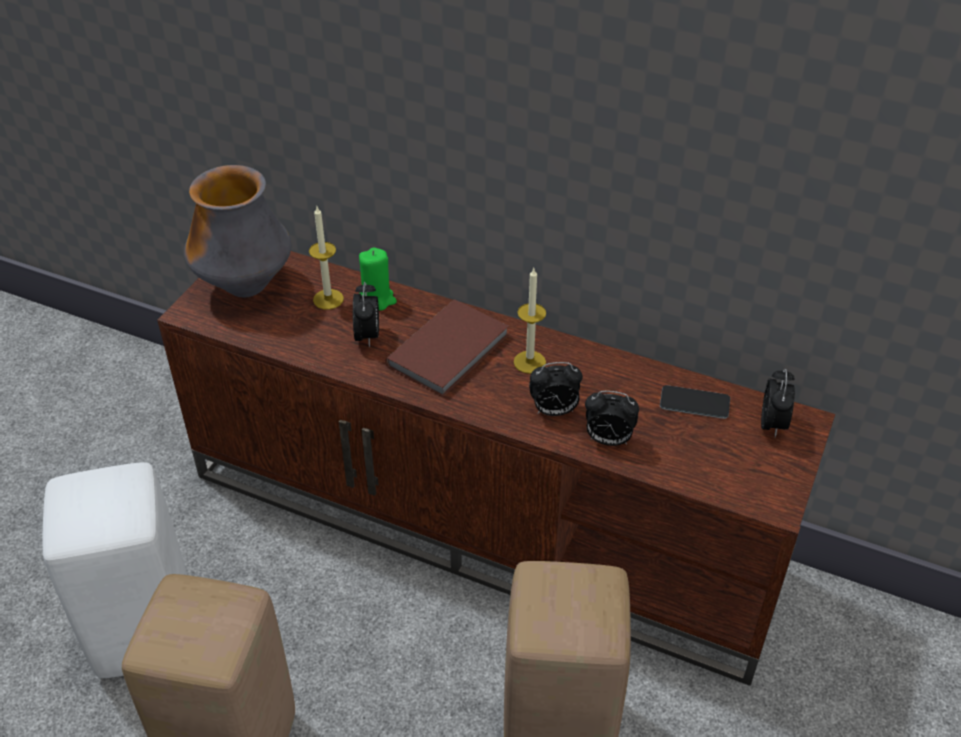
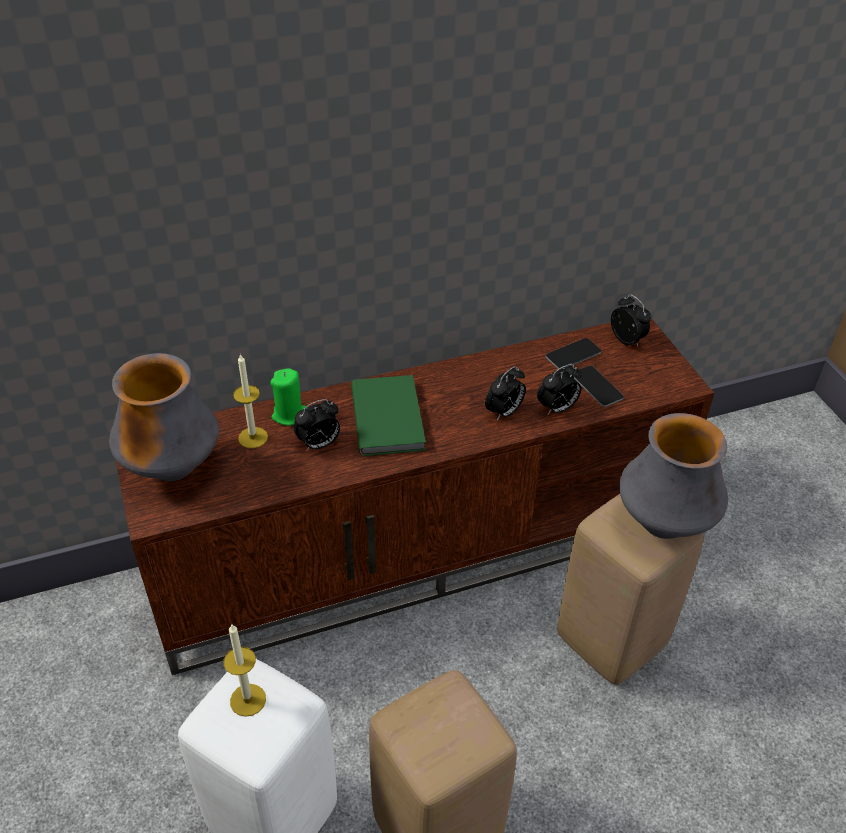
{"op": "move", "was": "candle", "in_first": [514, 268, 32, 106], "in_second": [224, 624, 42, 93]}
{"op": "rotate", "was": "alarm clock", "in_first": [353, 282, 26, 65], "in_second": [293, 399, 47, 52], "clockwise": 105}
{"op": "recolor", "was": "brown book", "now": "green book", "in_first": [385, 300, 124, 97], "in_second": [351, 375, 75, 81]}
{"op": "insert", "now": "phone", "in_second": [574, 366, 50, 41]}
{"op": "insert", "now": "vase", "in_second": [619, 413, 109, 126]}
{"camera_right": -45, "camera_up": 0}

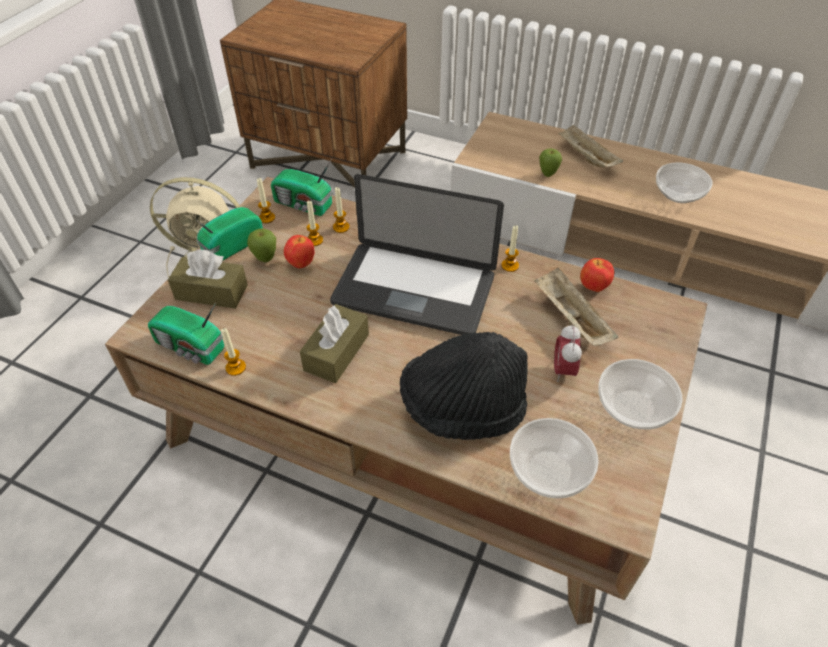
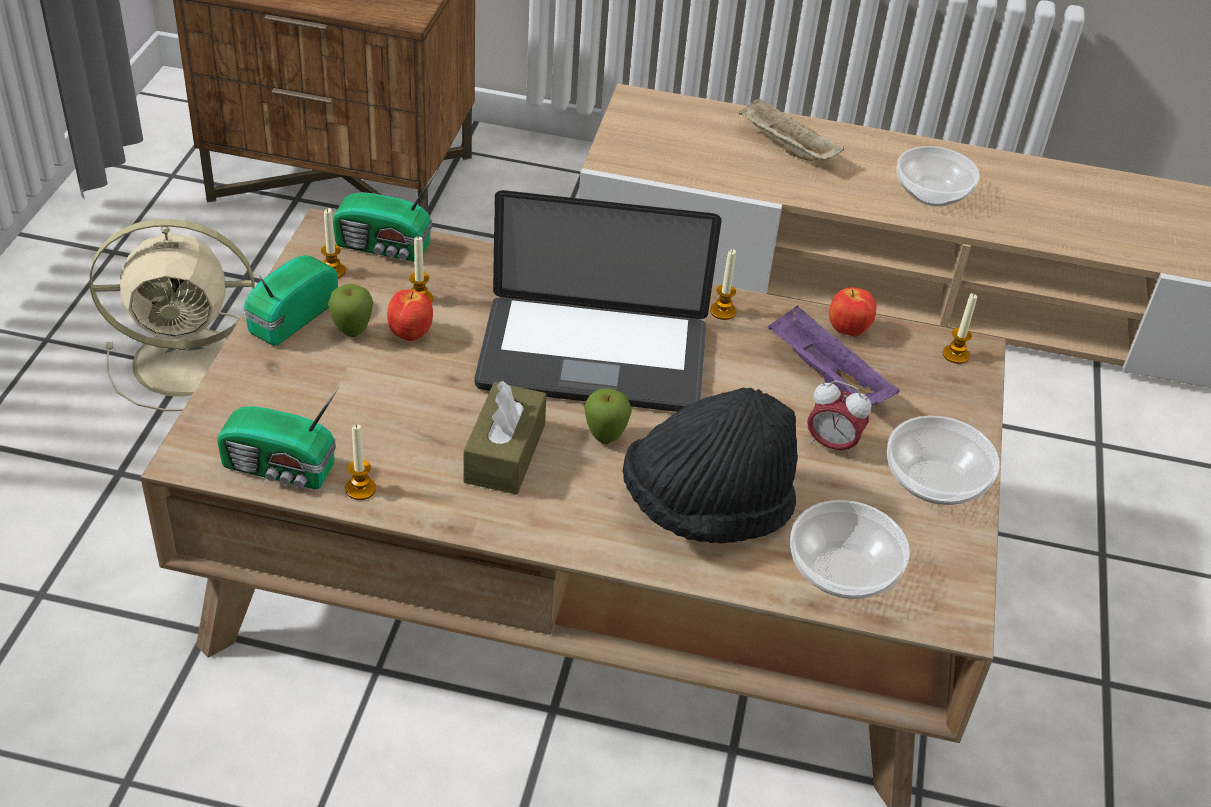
{"op": "move", "was": "apple", "in_first": [539, 148, 23, 29], "in_second": [584, 389, 48, 55]}
{"op": "move", "was": "candle", "in_first": [333, 187, 17, 46], "in_second": [943, 293, 34, 71]}
{"op": "delete", "was": "brown tissue box", "in_first": [168, 249, 80, 60]}
{"op": "recolor", "was": "beige tray", "now": "purple tray", "in_first": [534, 267, 84, 79], "in_second": [767, 305, 132, 100]}
{"op": "rotate", "was": "alarm clock", "in_first": [554, 324, 28, 58], "in_second": [807, 380, 64, 78], "clockwise": -60}
{"camera_right": -15, "camera_up": -5}

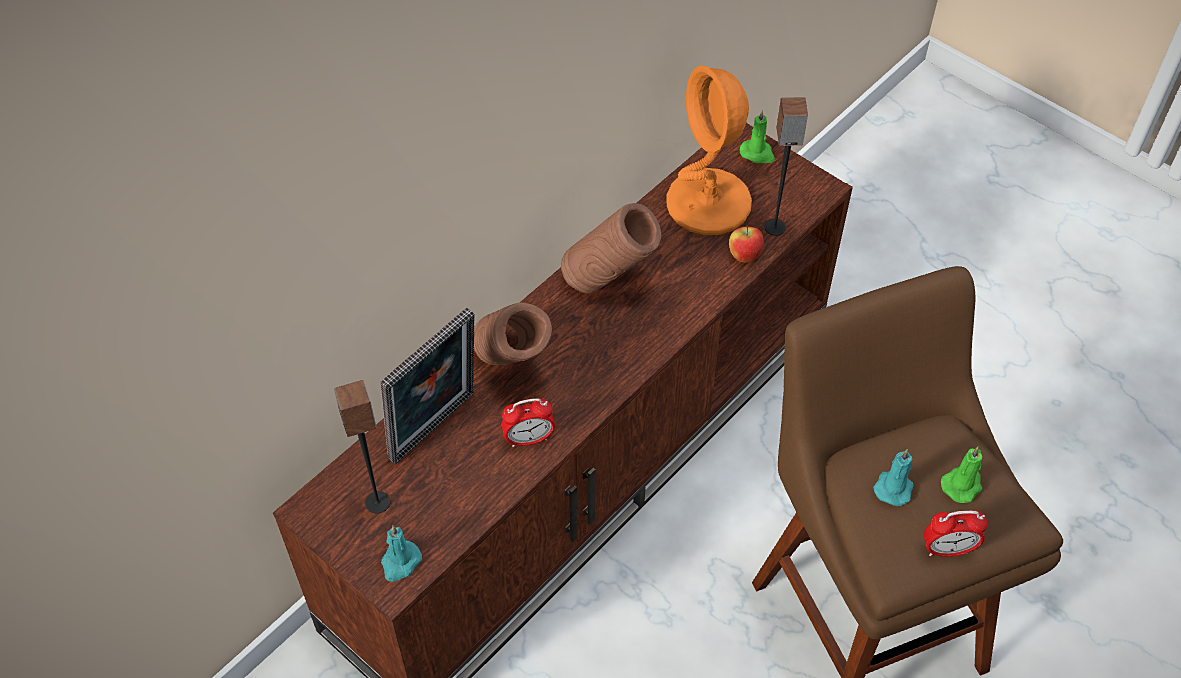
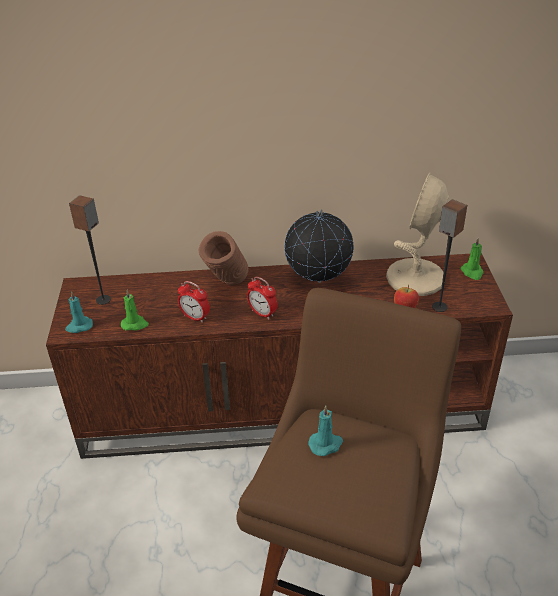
{"op": "recolor", "was": "orange table lamp", "now": "beige table lamp", "in_first": [666, 65, 86, 170], "in_second": [386, 173, 63, 123]}
{"op": "replace", "was": "brown vase", "now": "globe", "in_first": [561, 203, 100, 91], "in_second": [284, 209, 70, 74]}
{"op": "delete", "was": "picture frame", "in_first": [380, 308, 95, 156]}
{"op": "move", "was": "green candle", "in_first": [941, 447, 42, 56], "in_second": [121, 290, 28, 41]}
{"op": "move", "was": "alarm clock", "in_first": [924, 510, 64, 47], "in_second": [247, 277, 30, 43]}
{"camera_right": 45, "camera_up": -15}

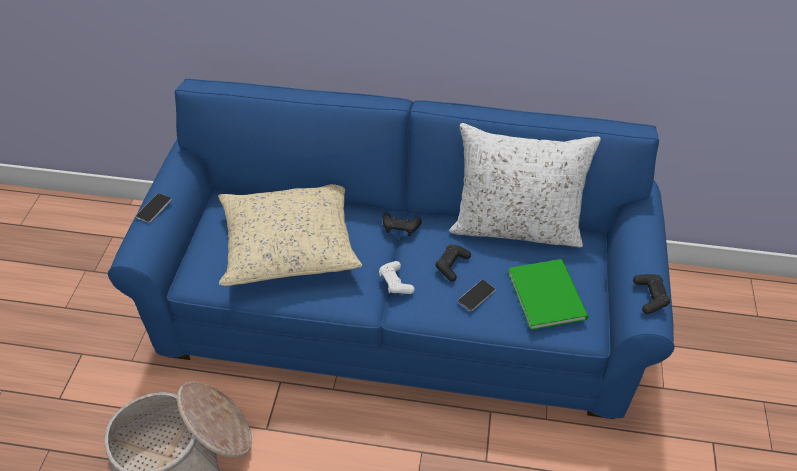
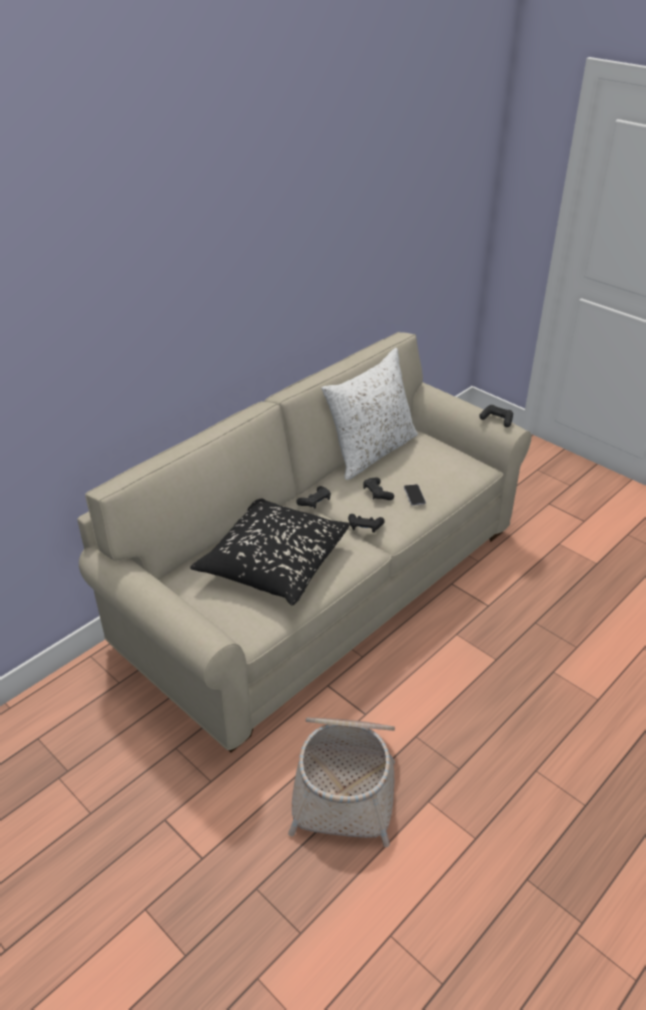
{"op": "recolor", "was": "blue sofa", "now": "beige sofa", "in_first": [108, 79, 567, 340], "in_second": [77, 332, 455, 420]}
{"op": "recolor", "was": "beige pillow", "now": "black pillow", "in_first": [218, 184, 144, 102], "in_second": [190, 498, 160, 107]}
{"op": "delete", "was": "phone", "in_first": [136, 193, 36, 30]}
{"op": "delete", "was": "green book", "in_first": [508, 259, 81, 71]}
{"op": "recolor", "was": "white game controller", "now": "black game controller", "in_first": [379, 261, 36, 33], "in_second": [348, 514, 37, 19]}
{"camera_right": -55, "camera_up": -10}

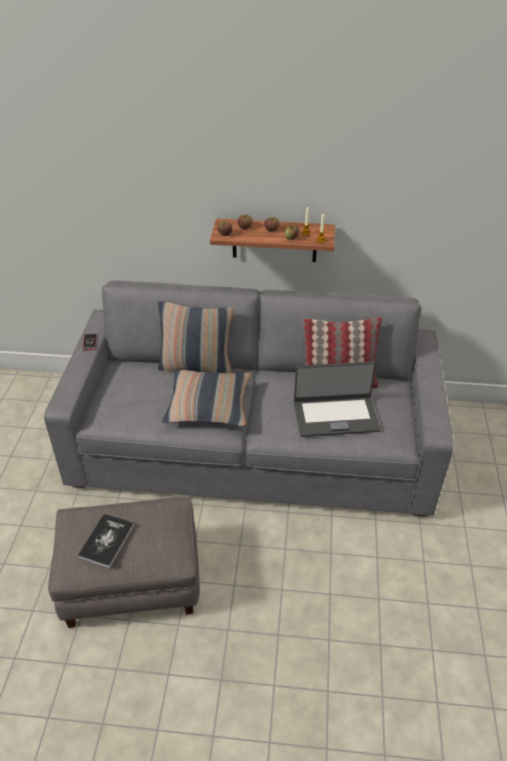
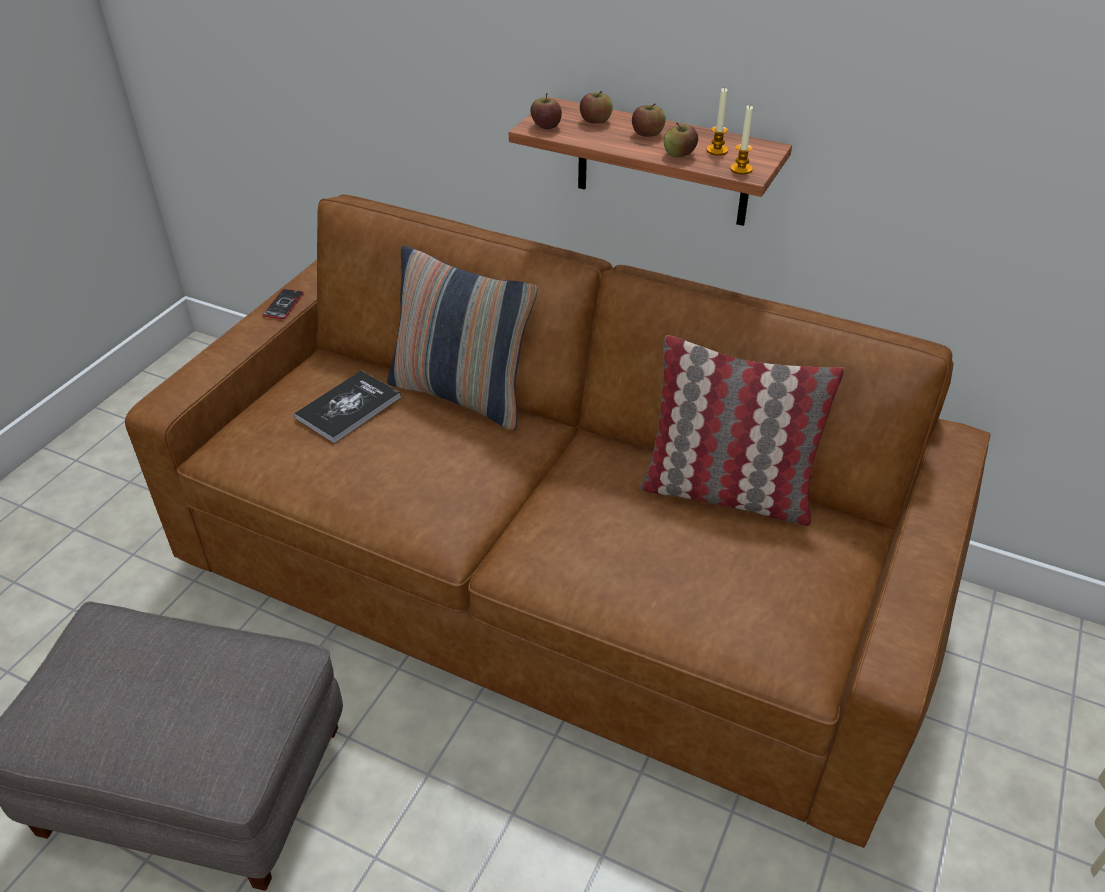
{"op": "recolor", "was": "grey sofa", "now": "brown sofa", "in_first": [44, 281, 410, 235], "in_second": [125, 194, 865, 654]}
{"op": "delete", "was": "laptop", "in_first": [294, 361, 87, 76]}
{"op": "delete", "was": "pillow", "in_first": [162, 369, 89, 58]}
{"op": "move", "was": "book", "in_first": [78, 514, 57, 54], "in_second": [294, 371, 107, 72]}
{"camera_right": 20, "camera_up": 0}

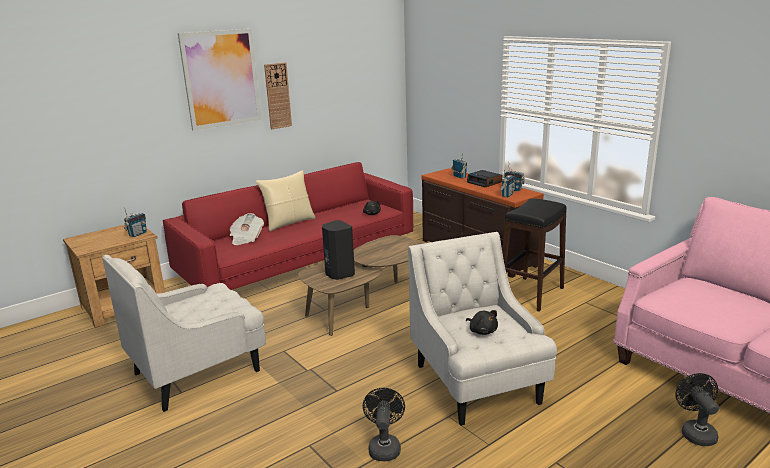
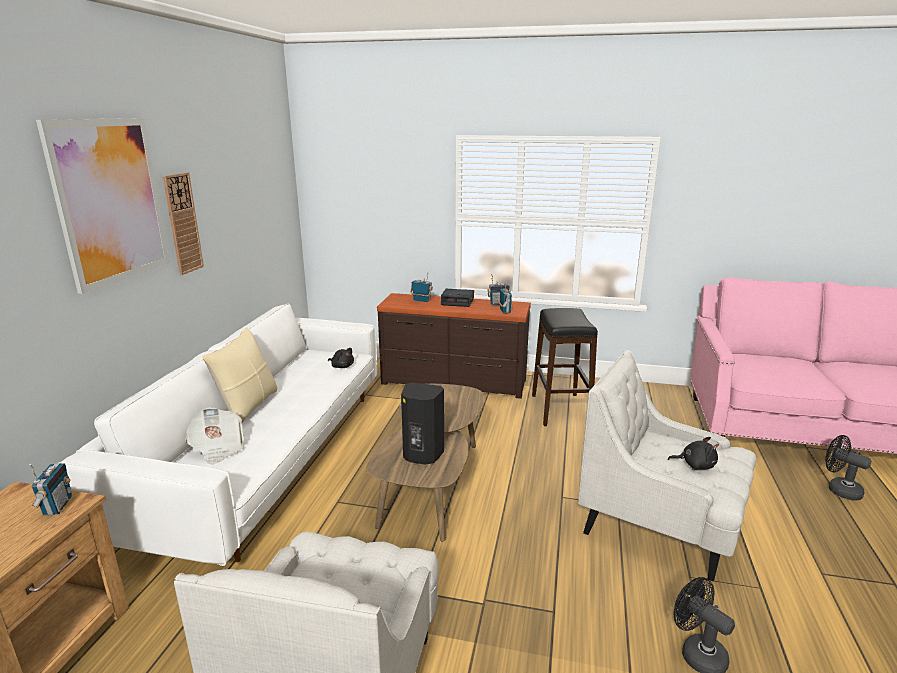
{"op": "recolor", "was": "red sofa", "now": "white sofa", "in_first": [163, 162, 250, 128], "in_second": [59, 304, 318, 262]}
{"camera_right": -40, "camera_up": 0}

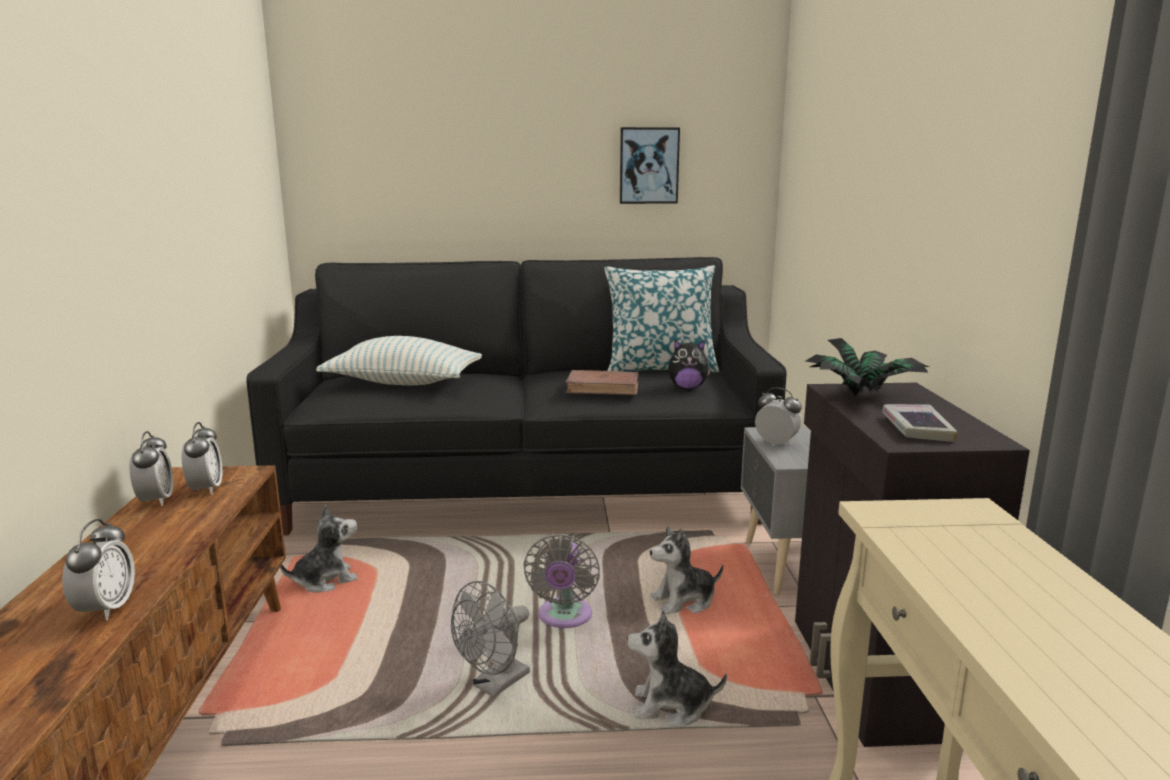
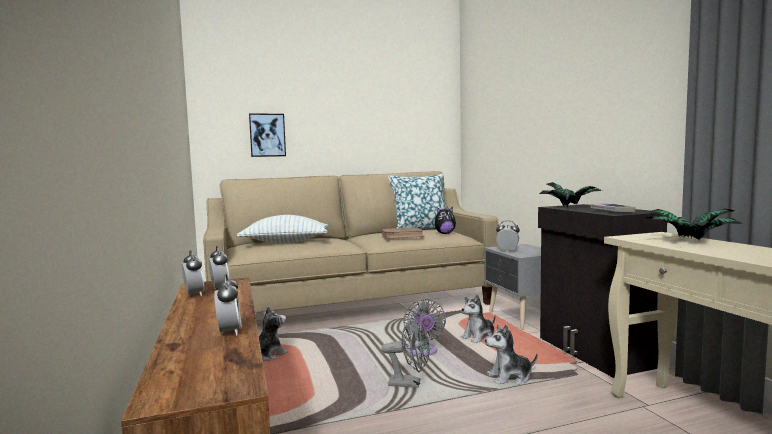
{"op": "move", "was": "picture", "in_first": [620, 127, 60, 77], "in_second": [249, 113, 37, 44]}
{"op": "recolor", "was": "black sofa", "now": "beige sofa", "in_first": [246, 257, 541, 278], "in_second": [203, 171, 295, 142]}
{"op": "rotate", "was": "grey fan", "in_first": [451, 581, 79, 116], "in_second": [381, 318, 49, 70], "clockwise": -105}
{"op": "insert", "now": "potted plant", "in_second": [647, 208, 95, 32]}
{"camera_right": -15, "camera_up": -10}

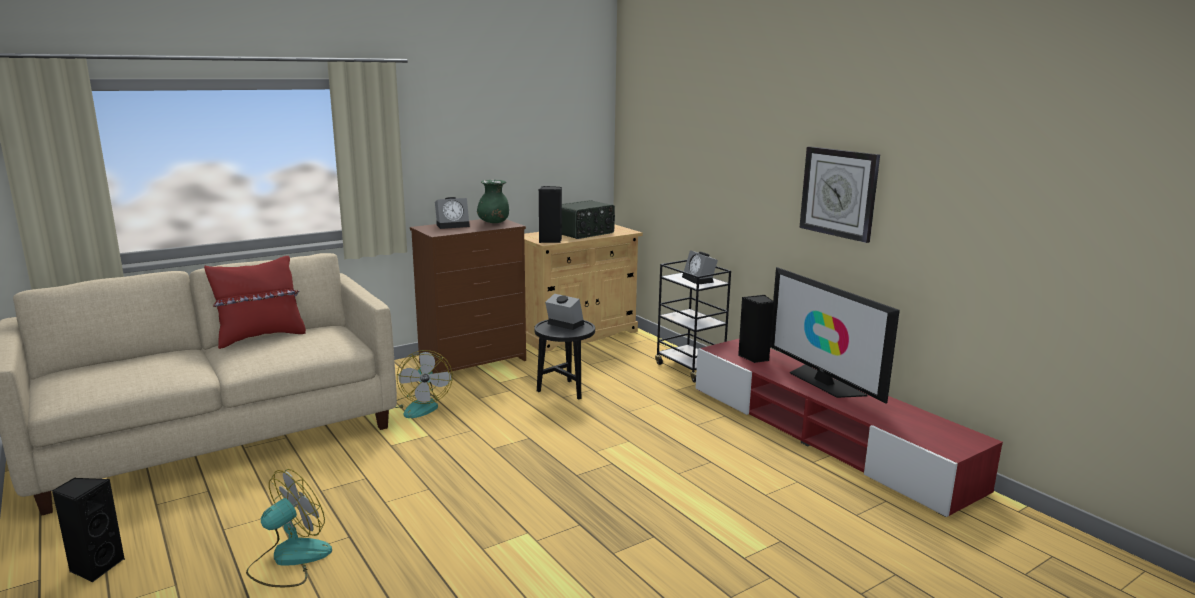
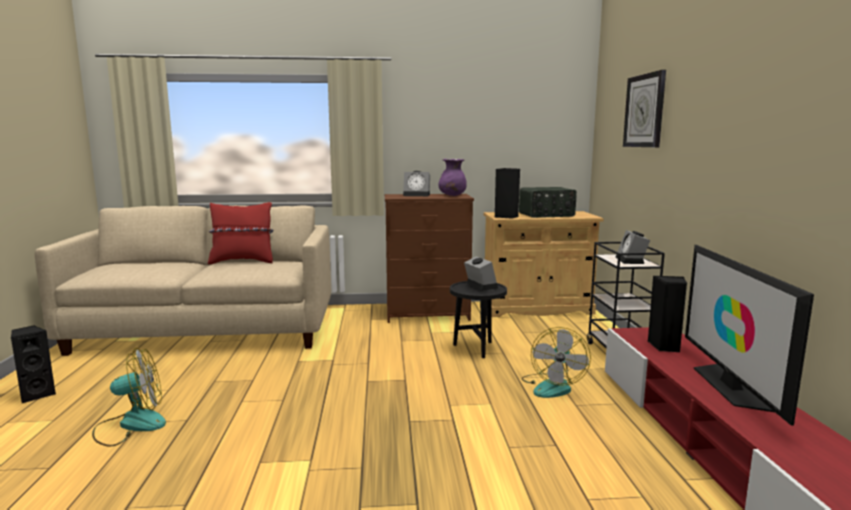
{"op": "move", "was": "wall clock", "in_first": [799, 146, 81, 97], "in_second": [623, 70, 43, 77]}
{"op": "recolor", "was": "green vase", "now": "purple vase", "in_first": [477, 180, 32, 43], "in_second": [438, 159, 29, 37]}
{"op": "move", "was": "fan", "in_first": [395, 350, 57, 68], "in_second": [522, 327, 69, 71]}
{"camera_right": 30, "camera_up": -5}

